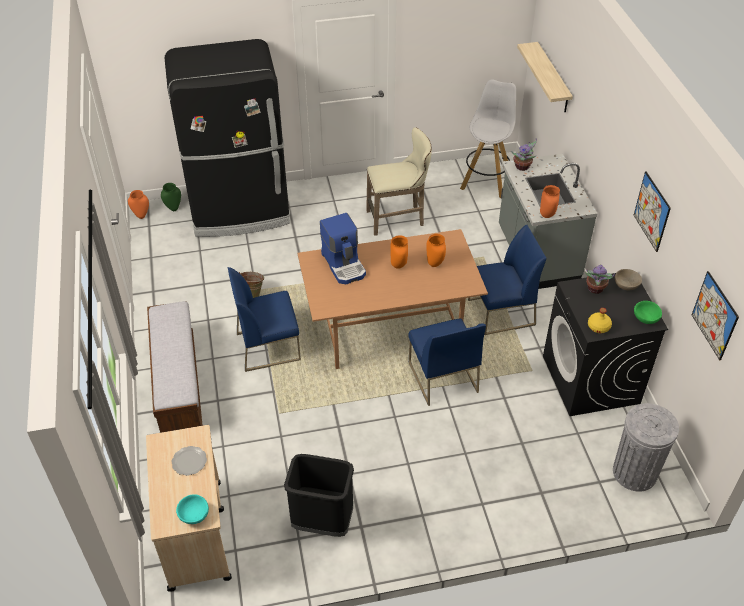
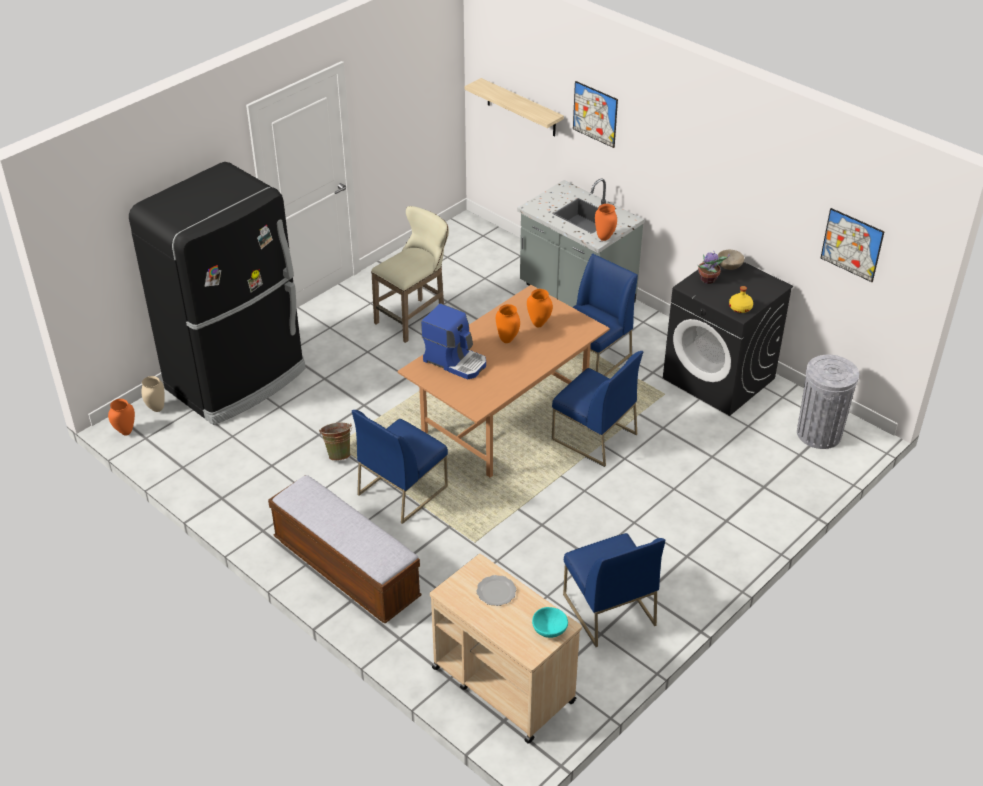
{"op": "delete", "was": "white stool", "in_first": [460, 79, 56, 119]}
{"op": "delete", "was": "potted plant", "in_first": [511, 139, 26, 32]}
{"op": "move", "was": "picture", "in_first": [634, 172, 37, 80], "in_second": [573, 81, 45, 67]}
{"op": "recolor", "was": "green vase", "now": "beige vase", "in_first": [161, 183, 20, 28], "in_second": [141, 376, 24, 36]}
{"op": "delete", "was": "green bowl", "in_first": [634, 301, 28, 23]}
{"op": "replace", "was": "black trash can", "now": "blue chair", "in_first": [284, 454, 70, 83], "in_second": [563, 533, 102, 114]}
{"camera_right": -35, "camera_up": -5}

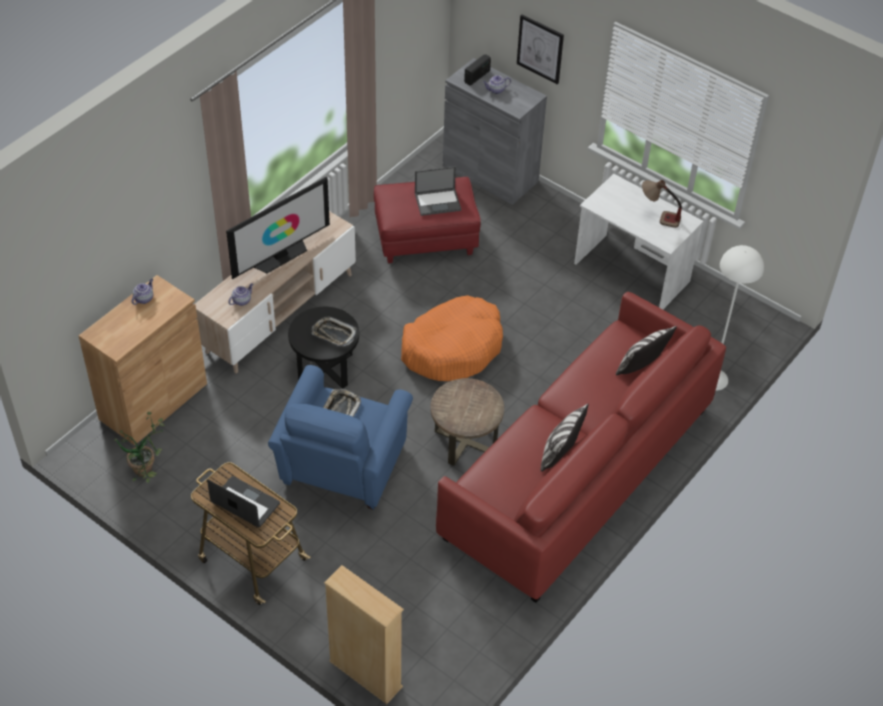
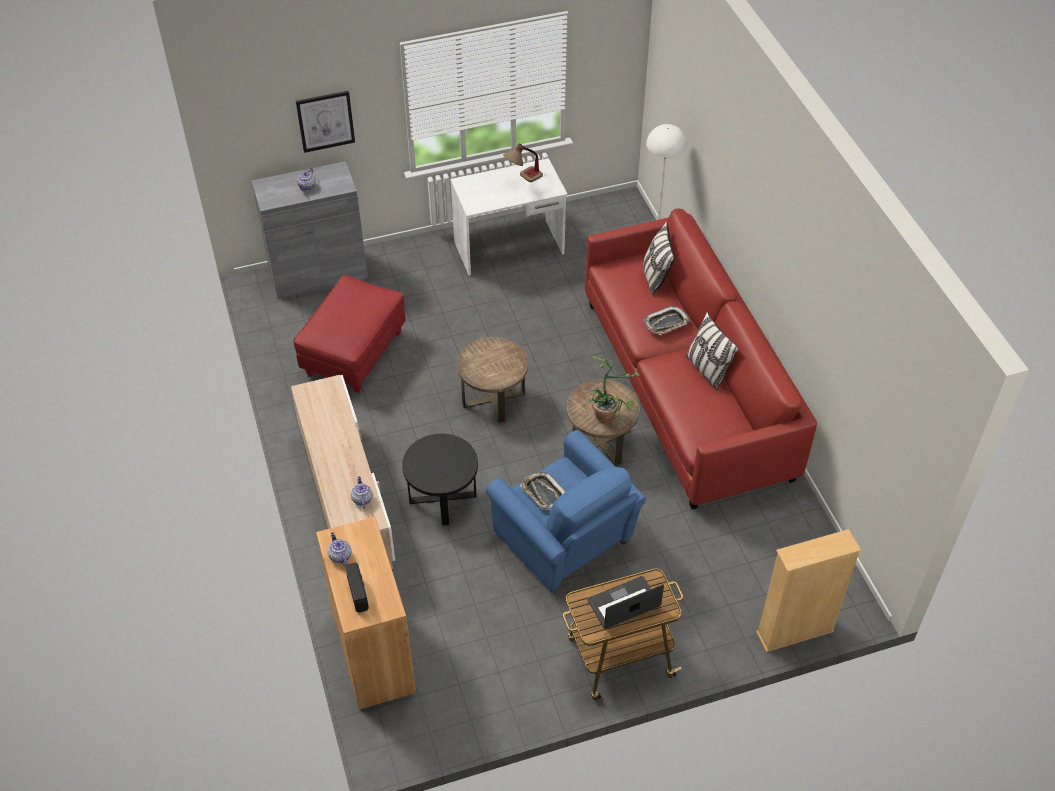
{"op": "move", "was": "radio", "in_first": [464, 54, 27, 31], "in_second": [345, 562, 24, 51]}
{"op": "delete", "was": "laptop", "in_first": [415, 166, 46, 50]}
{"op": "delete", "was": "television", "in_first": [226, 176, 104, 103]}
{"op": "replace", "was": "orange dog bed", "now": "brown side table", "in_first": [401, 295, 102, 86], "in_second": [457, 337, 71, 86]}
{"op": "move", "was": "tray", "in_first": [312, 317, 44, 29], "in_second": [644, 306, 45, 29]}
{"op": "move", "was": "potted plant", "in_first": [114, 412, 51, 71], "in_second": [583, 356, 57, 67]}
{"camera_right": -55, "camera_up": 0}

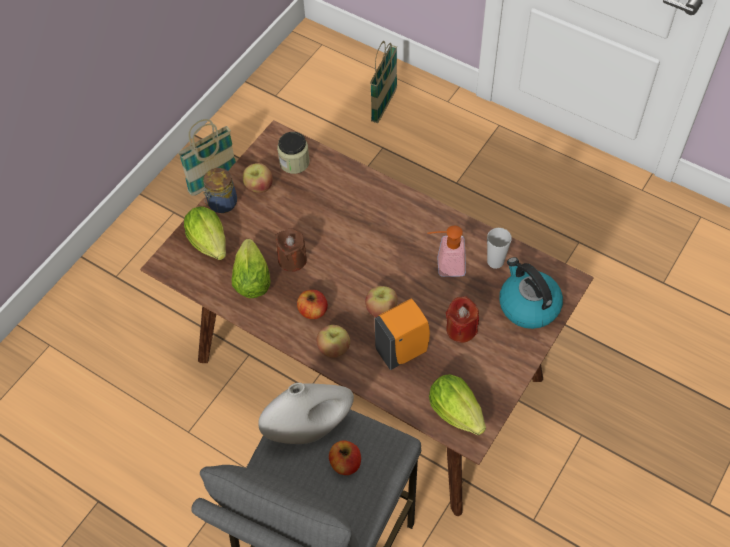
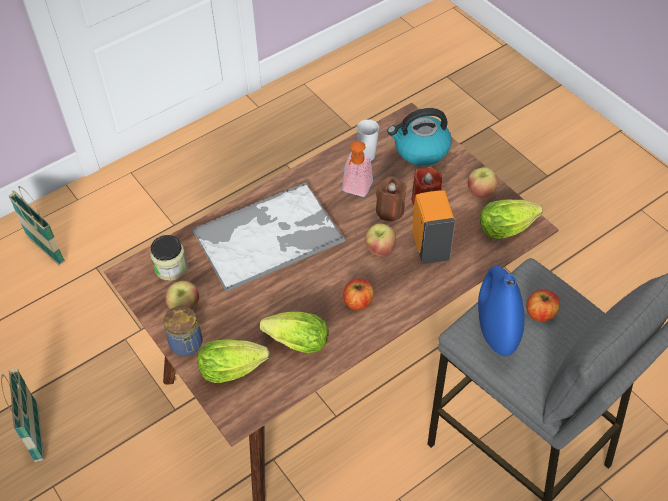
{"op": "move", "was": "brown candle", "in_first": [275, 228, 32, 44], "in_second": [376, 177, 31, 44]}
{"op": "move", "was": "apple", "in_first": [317, 325, 33, 33], "in_second": [468, 167, 30, 31]}
{"op": "recolor", "was": "white vase", "now": "blue vase", "in_first": [258, 383, 96, 61], "in_second": [478, 266, 47, 90]}
{"op": "insert", "now": "tray", "in_second": [192, 182, 153, 111]}
{"camera_right": -70, "camera_up": -5}

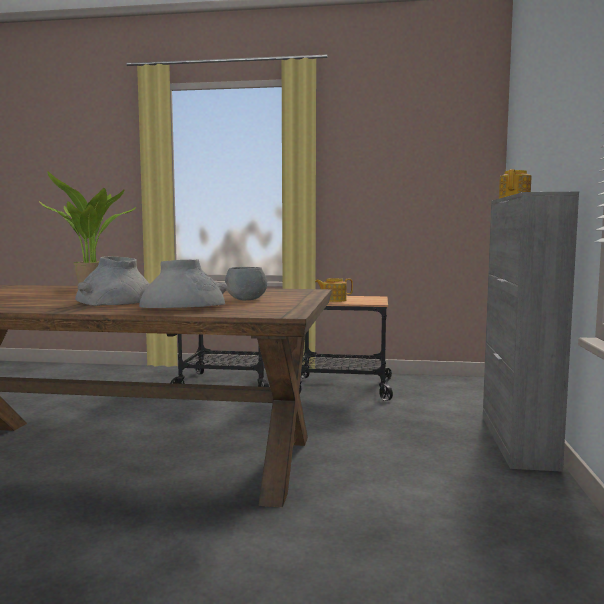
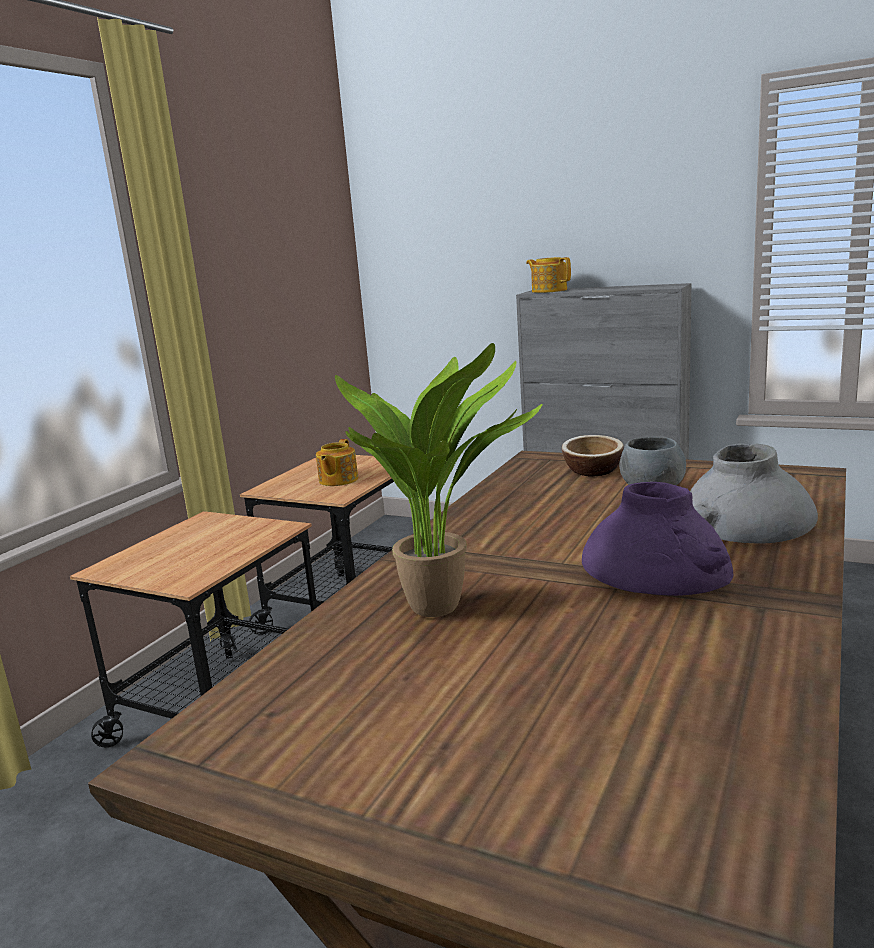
{"op": "recolor", "was": "grey vase", "now": "purple vase", "in_first": [75, 256, 75, 50], "in_second": [582, 482, 151, 114]}
{"op": "insert", "now": "bowl", "in_second": [562, 435, 62, 42]}
{"camera_right": -70, "camera_up": 10}

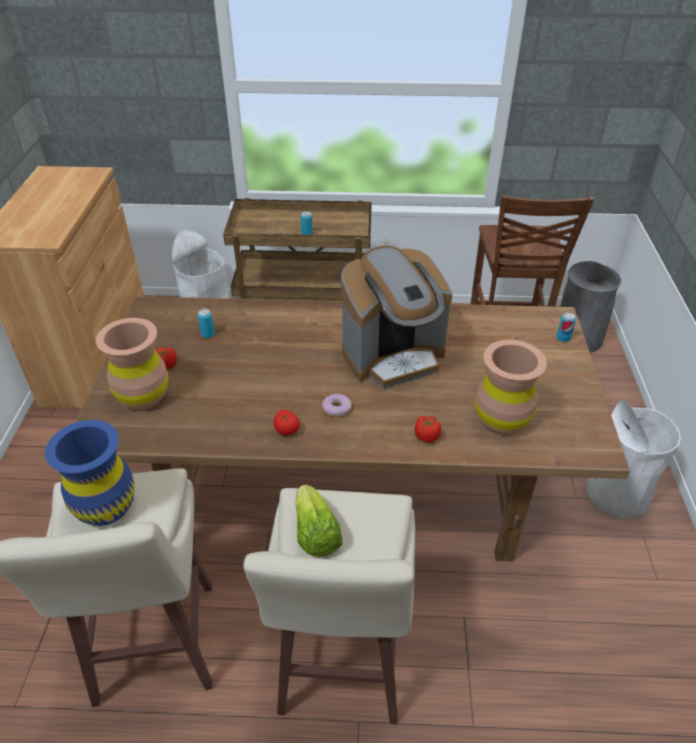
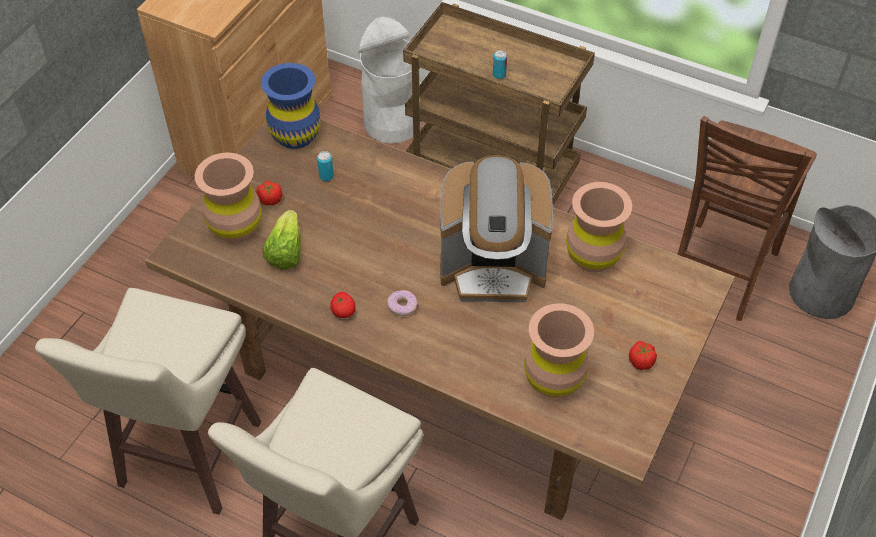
{"op": "delete", "was": "can", "in_first": [557, 312, 19, 30]}
{"op": "delete", "was": "white trash can", "in_first": [586, 399, 95, 119]}
{"op": "move", "was": "tomato", "in_first": [415, 416, 26, 27], "in_second": [629, 341, 28, 29]}
{"op": "move", "was": "blue vase", "in_first": [45, 420, 90, 106], "in_second": [261, 63, 60, 86]}
{"op": "move", "was": "lettuce", "in_first": [295, 485, 48, 72], "in_second": [263, 210, 38, 59]}
{"op": "insert", "now": "brown vase", "in_second": [566, 182, 66, 90]}
{"camera_right": 25, "camera_up": 10}

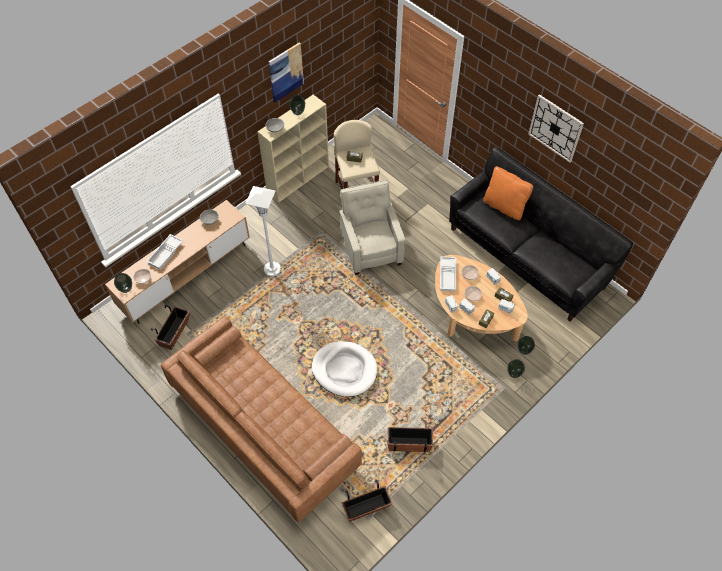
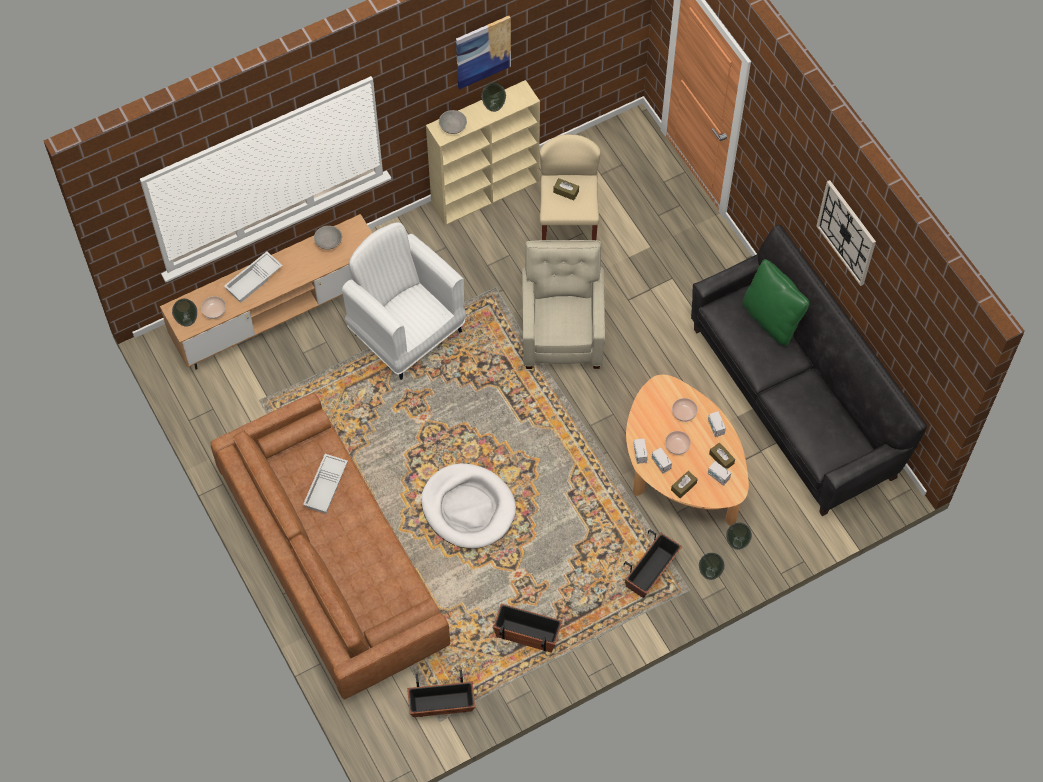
{"op": "recolor", "was": "orange pillow", "now": "green pillow", "in_first": [483, 166, 50, 54], "in_second": [742, 259, 68, 87]}
{"op": "replace", "was": "white floor lamp", "now": "white armchair", "in_first": [245, 186, 36, 91], "in_second": [342, 222, 124, 158]}
{"op": "move", "was": "white tray", "in_first": [440, 256, 16, 36], "in_second": [303, 454, 45, 60]}
{"op": "move", "was": "planter", "in_first": [151, 305, 39, 45], "in_second": [624, 529, 59, 69]}
{"camera_right": 15, "camera_up": 5}

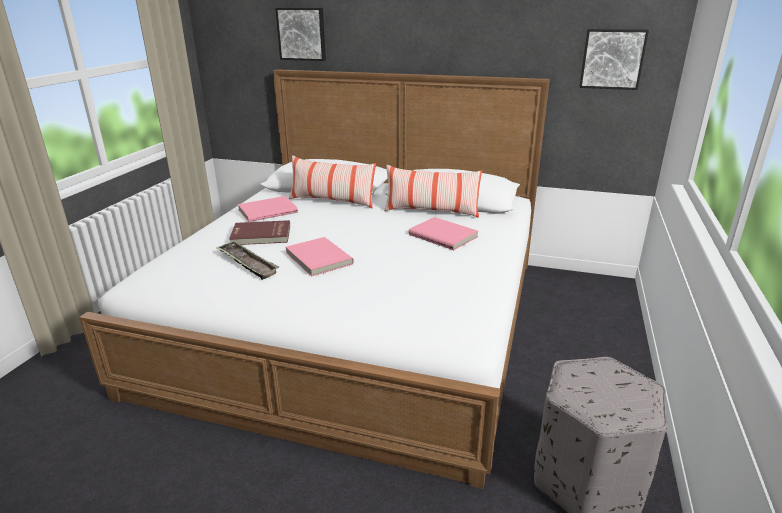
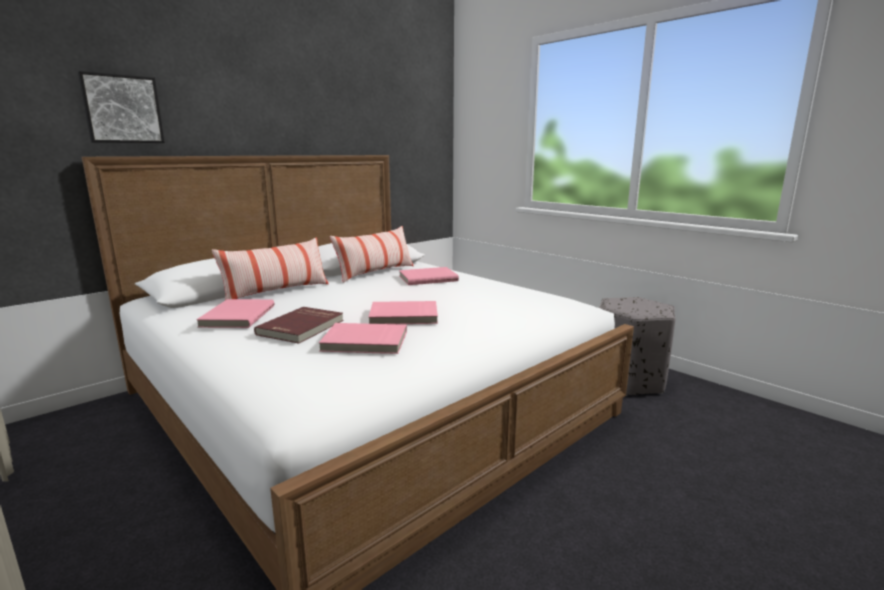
{"op": "delete", "was": "picture", "in_first": [579, 29, 70, 61]}
{"op": "replace", "was": "tray", "now": "pink book", "in_first": [217, 241, 62, 39], "in_second": [319, 323, 88, 31]}
{"camera_right": -60, "camera_up": -10}

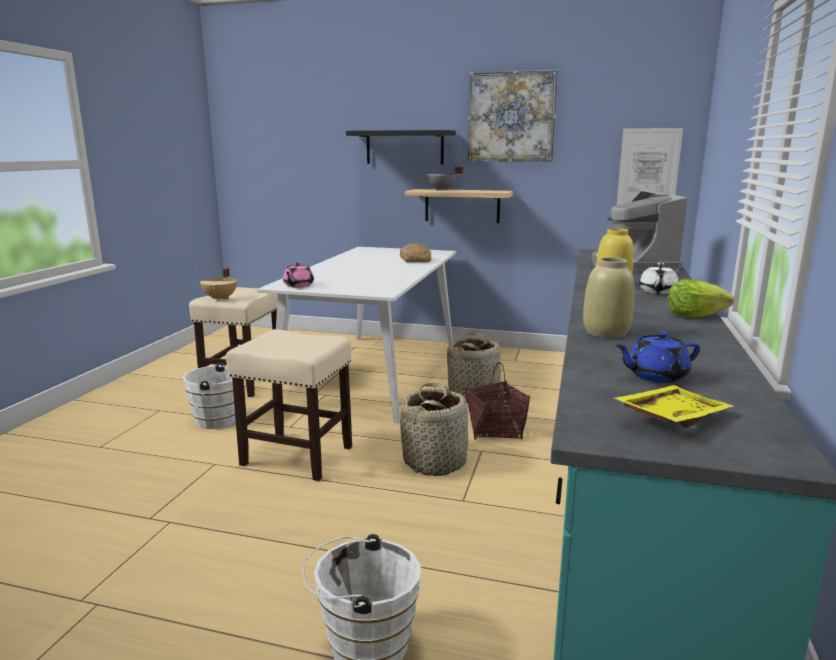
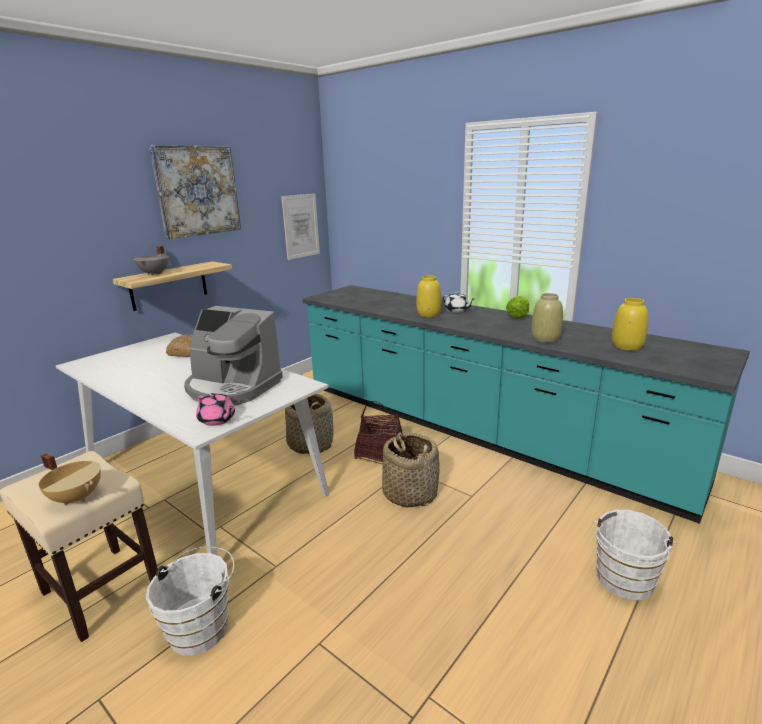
{"op": "delete", "was": "black shelf", "in_first": [346, 130, 110, 34]}
{"op": "move", "was": "coffee machine", "in_first": [592, 191, 96, 82], "in_second": [184, 306, 99, 100]}
{"op": "delete", "was": "beige stool", "in_first": [226, 329, 126, 152]}
{"op": "replace", "was": "blue teapot", "now": "yellow vase", "in_first": [615, 331, 85, 52], "in_second": [612, 298, 36, 53]}
{"op": "delete", "was": "yellow tray", "in_first": [614, 385, 121, 43]}
{"camera_right": -65, "camera_up": 5}

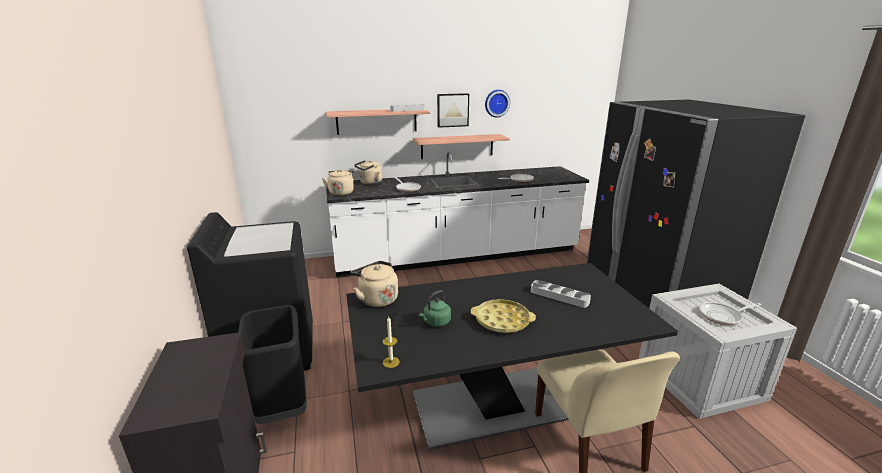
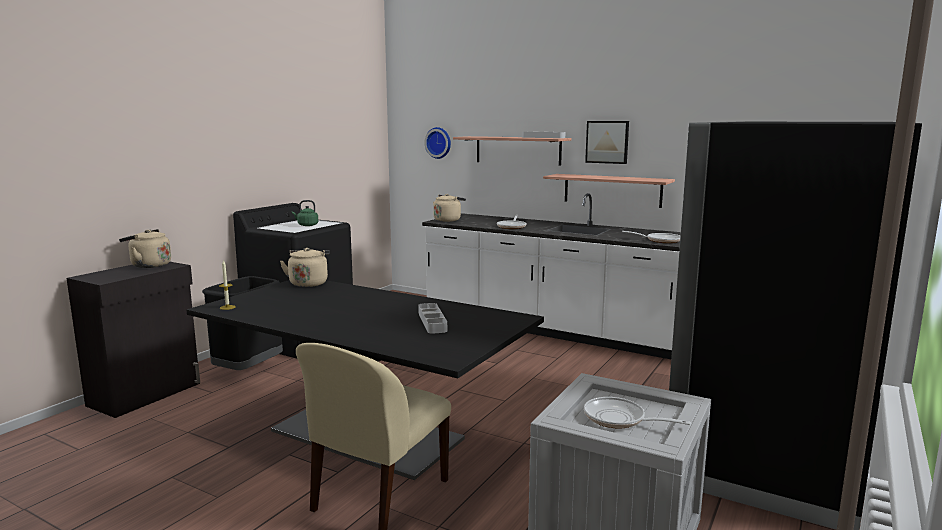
{"op": "move", "was": "wall clock", "in_first": [485, 90, 25, 27], "in_second": [424, 127, 27, 32]}
{"op": "move", "was": "beige kettle", "in_first": [354, 160, 29, 25], "in_second": [119, 229, 52, 39]}
{"op": "move", "was": "green kettle", "in_first": [419, 290, 32, 37], "in_second": [292, 200, 26, 26]}
{"op": "delete", "was": "yellow tray", "in_first": [471, 299, 65, 34]}
{"camera_right": 45, "camera_up": -10}

